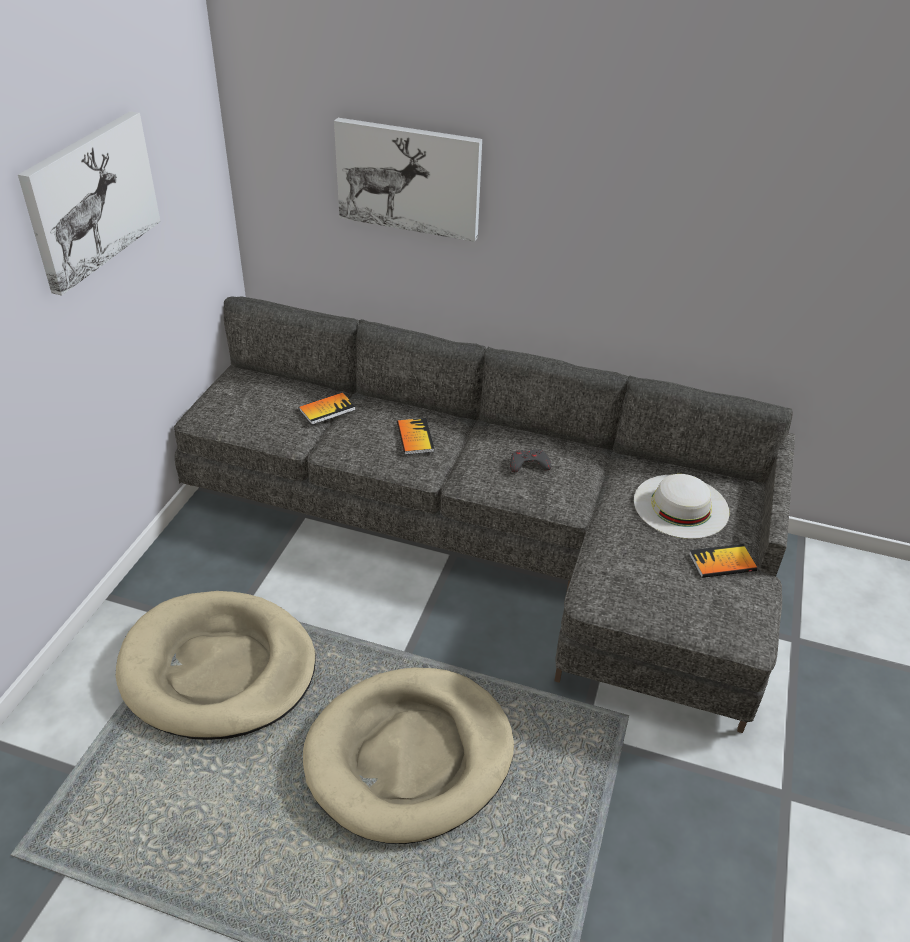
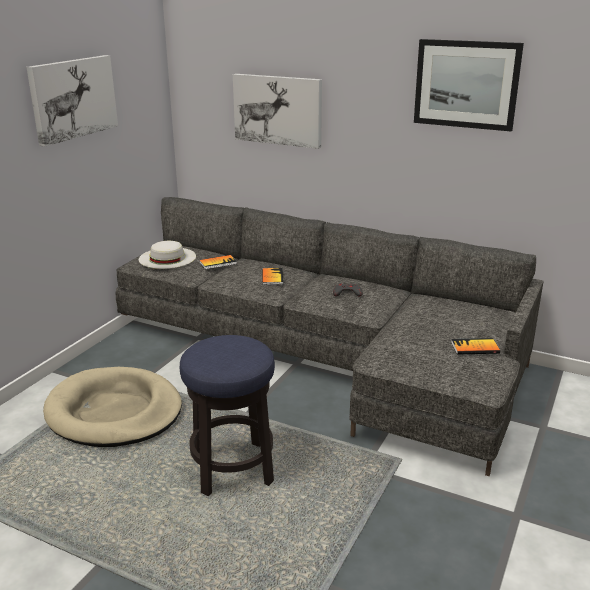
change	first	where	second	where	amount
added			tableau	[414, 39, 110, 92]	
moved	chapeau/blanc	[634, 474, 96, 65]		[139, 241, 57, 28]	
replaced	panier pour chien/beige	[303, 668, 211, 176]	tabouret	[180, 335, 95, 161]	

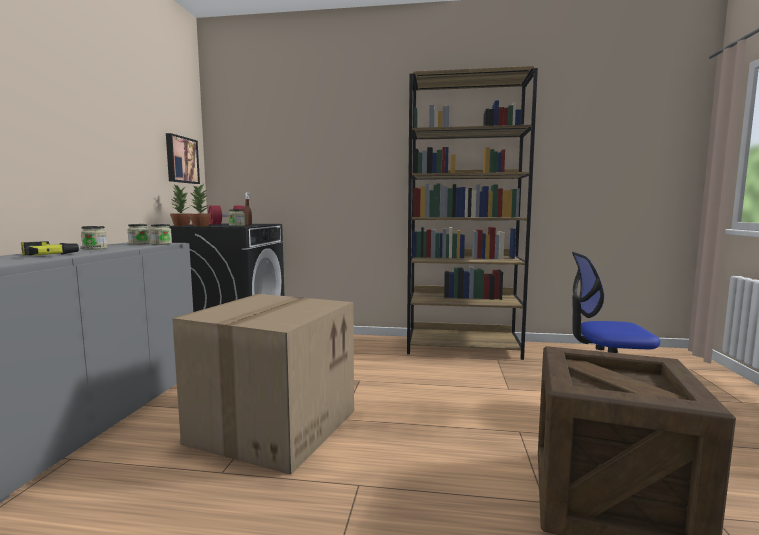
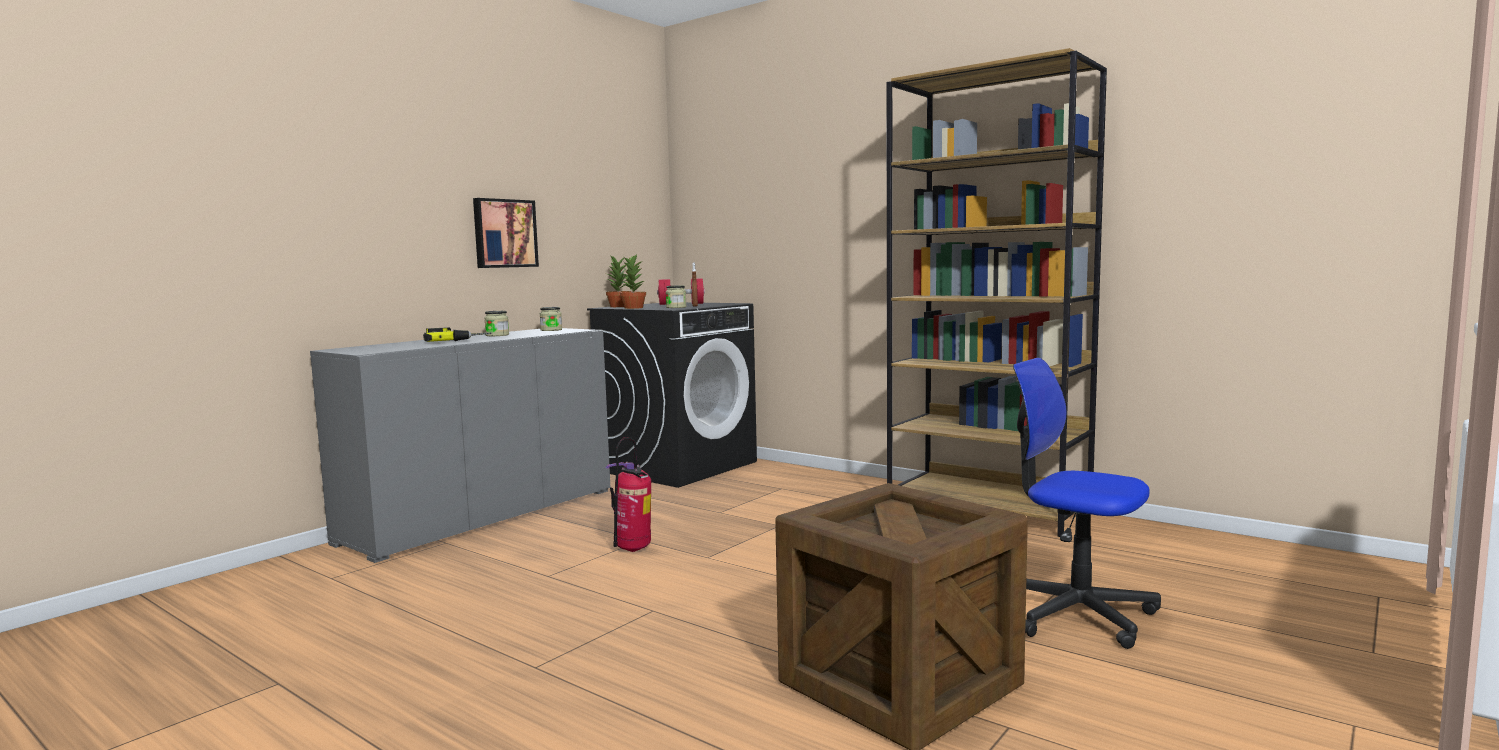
change	first	where	second	where	amount
removed	bocal	[150, 224, 22, 21]			
moved	tableau	[166, 133, 34, 51]		[473, 198, 66, 70]	
replaced	carton	[172, 294, 182, 181]	extincteur	[605, 437, 46, 115]	

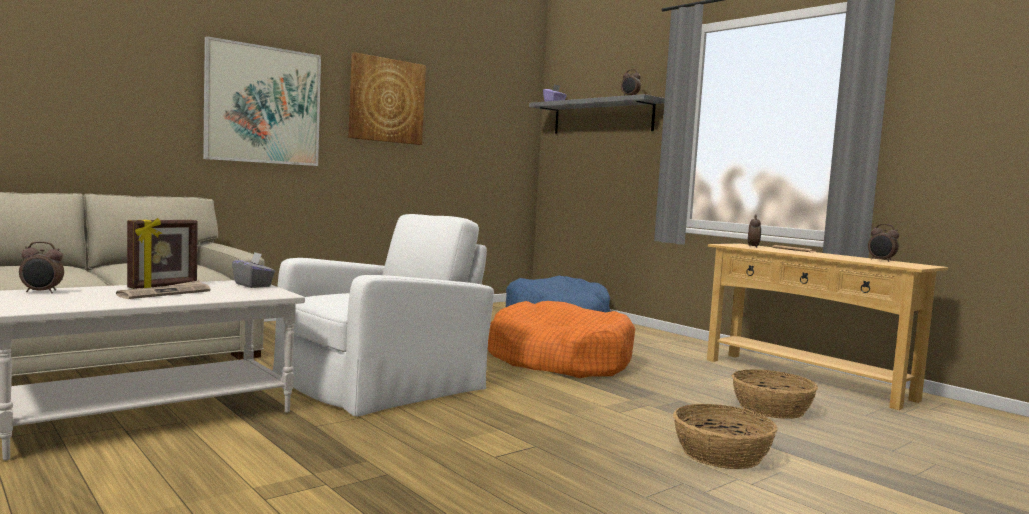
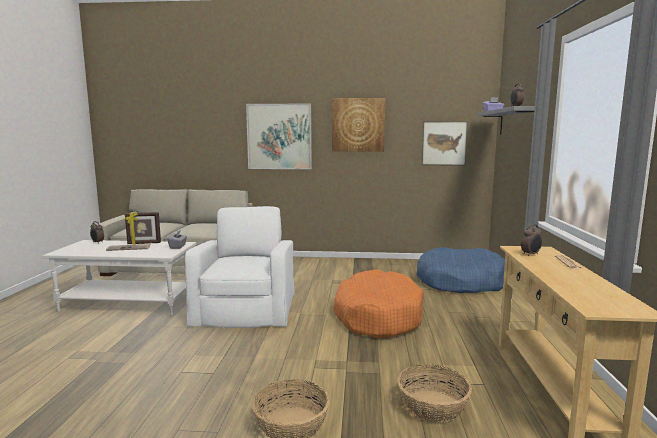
change	first	where	second	where	amount
removed	réveil	[868, 224, 31, 38]			
added			tableau	[421, 121, 47, 45]	
turned	fauteuil/blanc	[273, 214, 221, 202]		[185, 206, 110, 122]	90 degrees counterclockwise

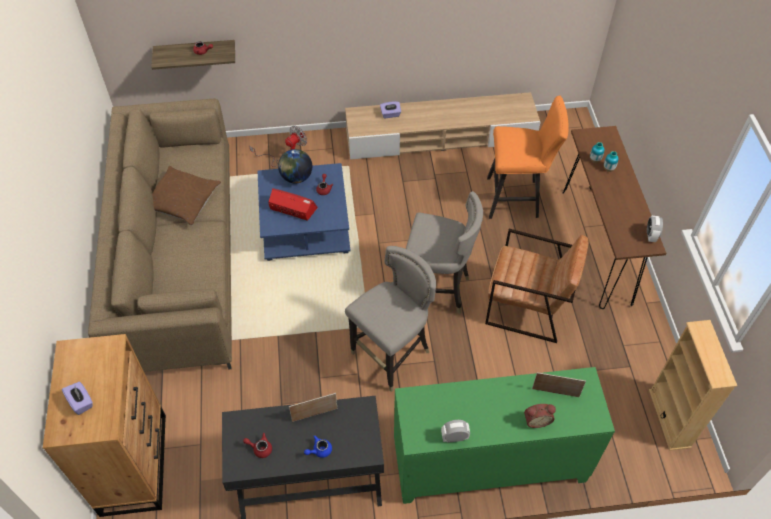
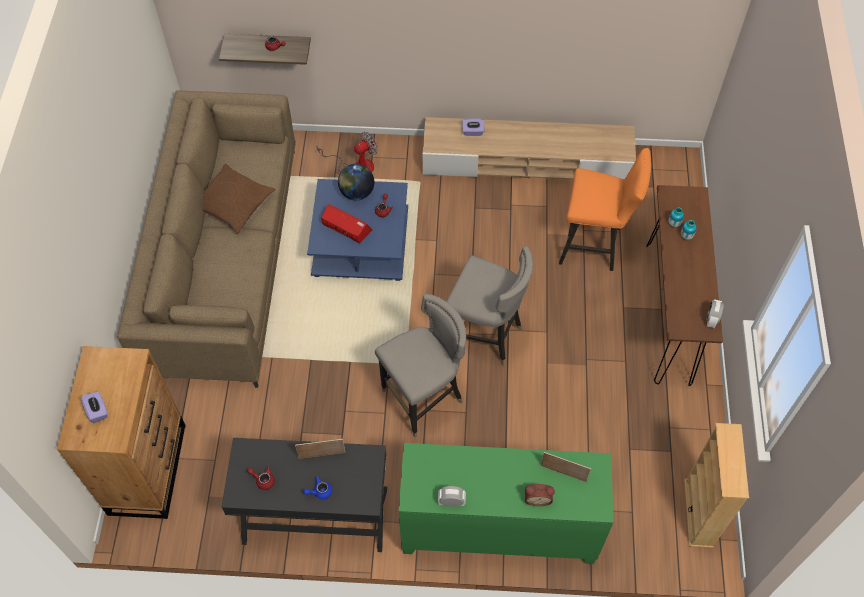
change	first	where	second	where	amount
removed	fauteuil/marron	[485, 229, 104, 114]			

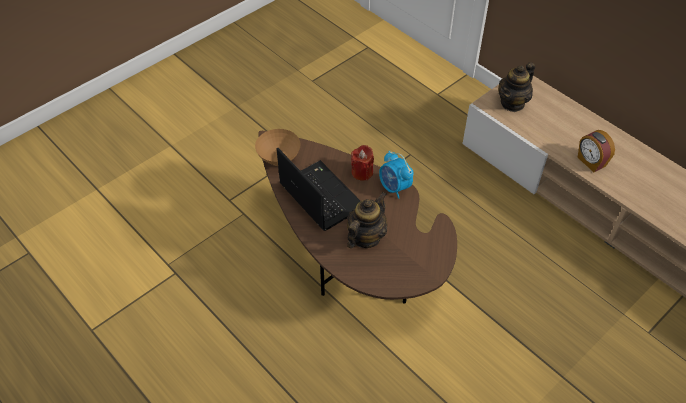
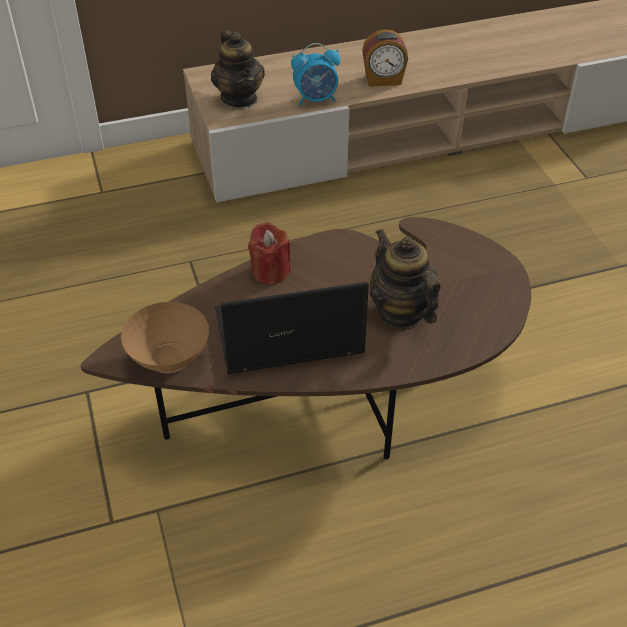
change	first	where	second	where	amount
moved	réveil	[379, 151, 35, 47]		[291, 43, 49, 63]	

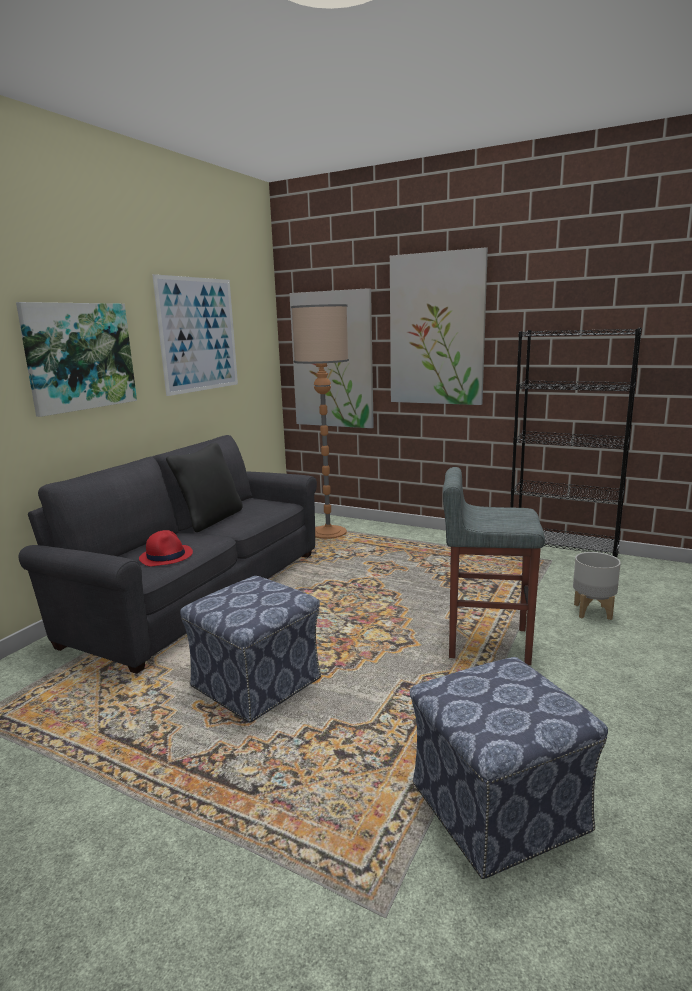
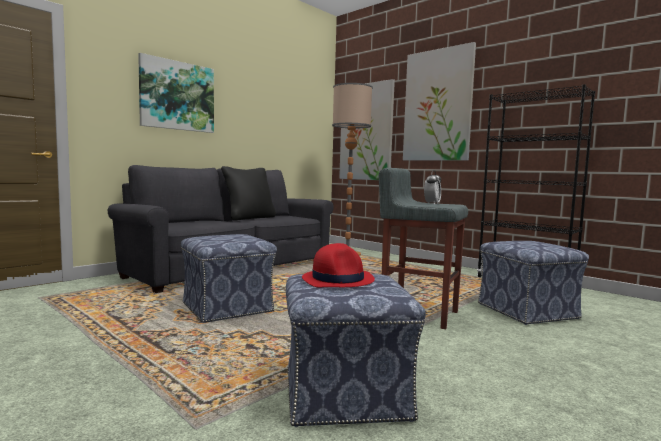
change	first	where	second	where	amount
removed	tableau	[152, 274, 86, 122]			
added			réveil	[424, 170, 17, 35]	
moved	chapeau/rouge	[139, 530, 54, 36]		[302, 243, 73, 44]	
replaced	cache-pot/gris	[573, 552, 48, 68]	pouf	[478, 241, 111, 84]	

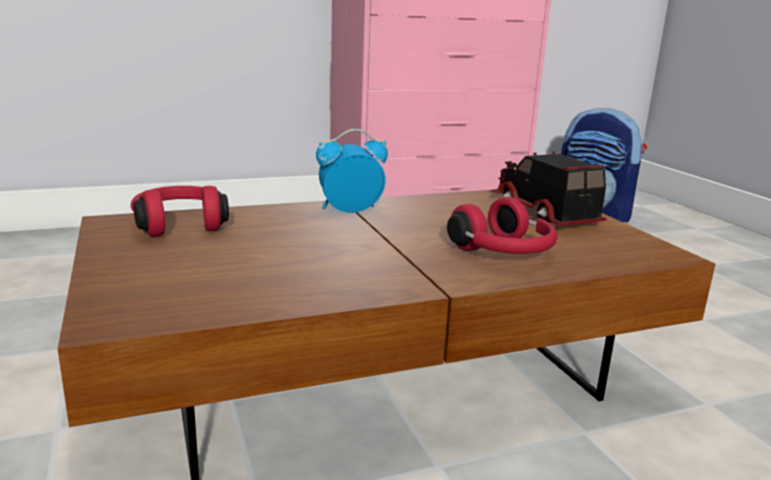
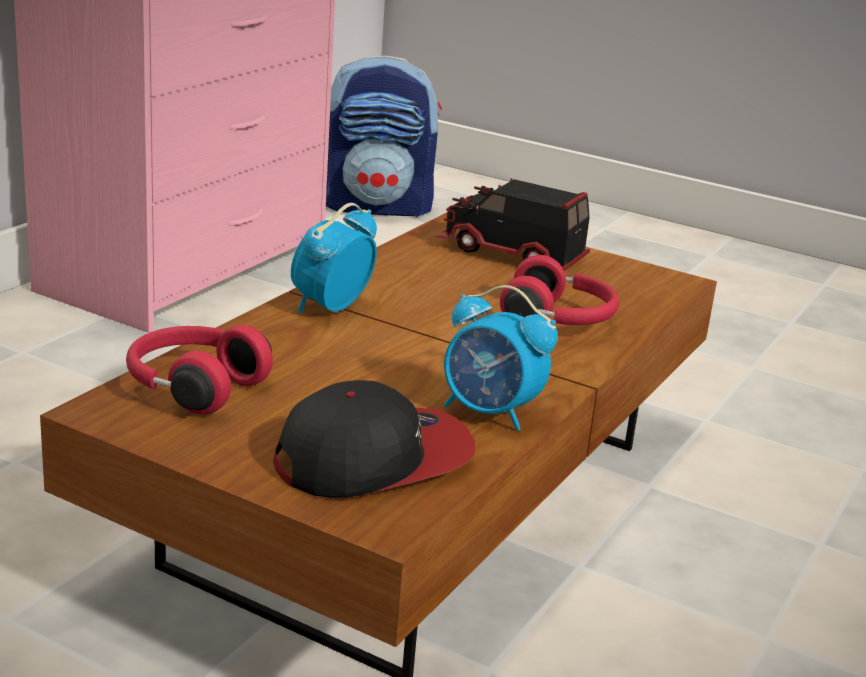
change	first	where	second	where	amount
added			casquette	[273, 380, 202, 118]	
added			réveil	[444, 285, 114, 146]	

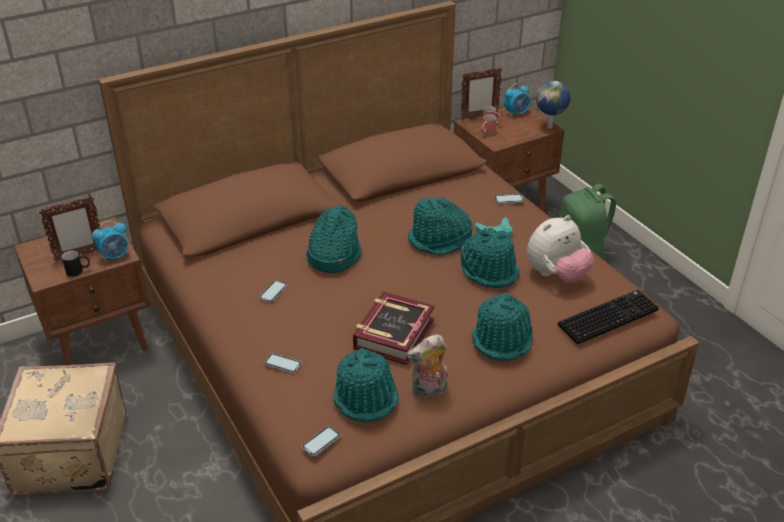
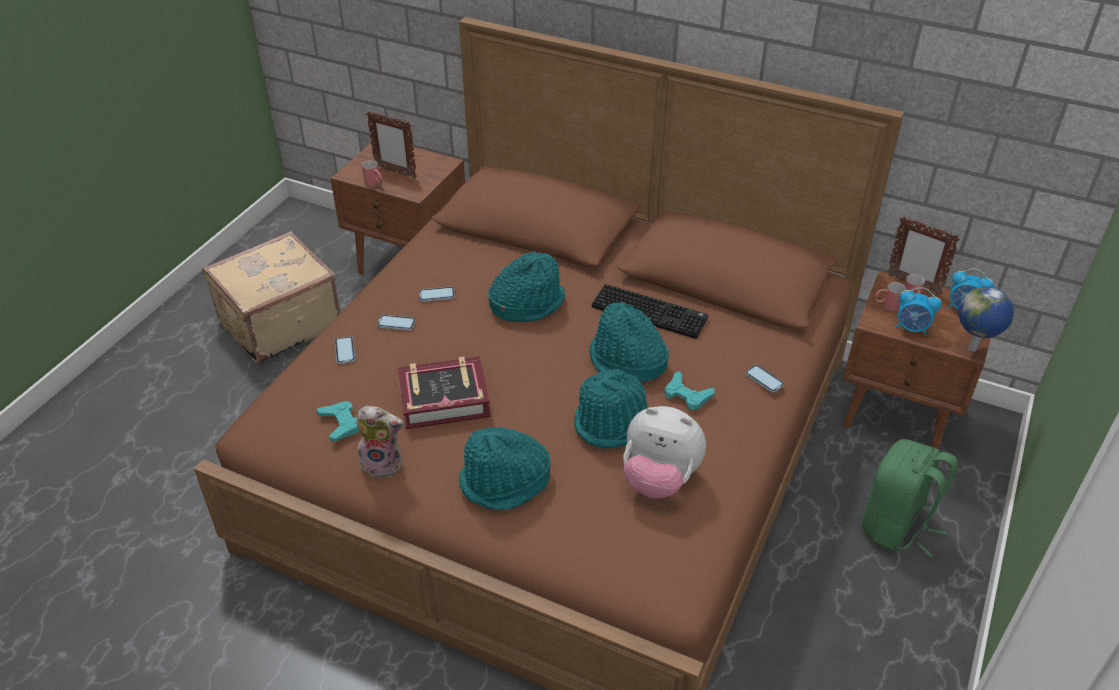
change	first	where	second	where	amount
moved	réveil	[92, 221, 37, 43]		[895, 287, 47, 49]	
moved	téléphone	[302, 426, 39, 31]		[377, 315, 39, 16]	
moved	clavier	[558, 290, 101, 54]		[592, 284, 116, 55]	
replaced	chapeau/turquoise	[333, 348, 66, 74]	manette/turquoise	[316, 401, 43, 40]	
recoloured	mug/noir	[62, 251, 28, 26]	mug/rouge	[362, 160, 21, 26]	
turned	peluche	[407, 334, 41, 65]		[356, 406, 48, 72]	150 degrees clockwise

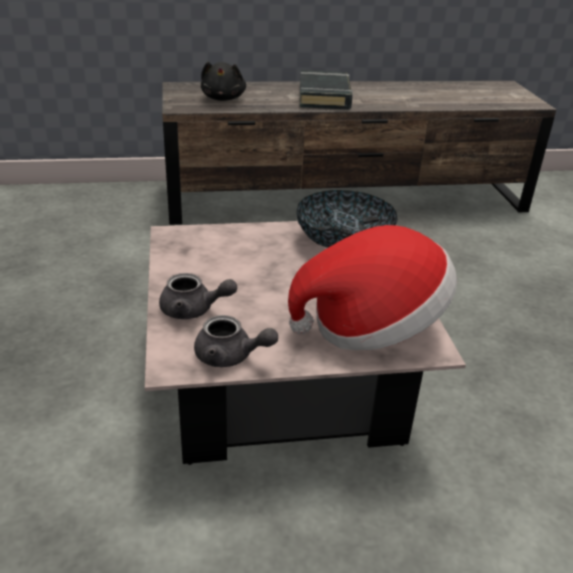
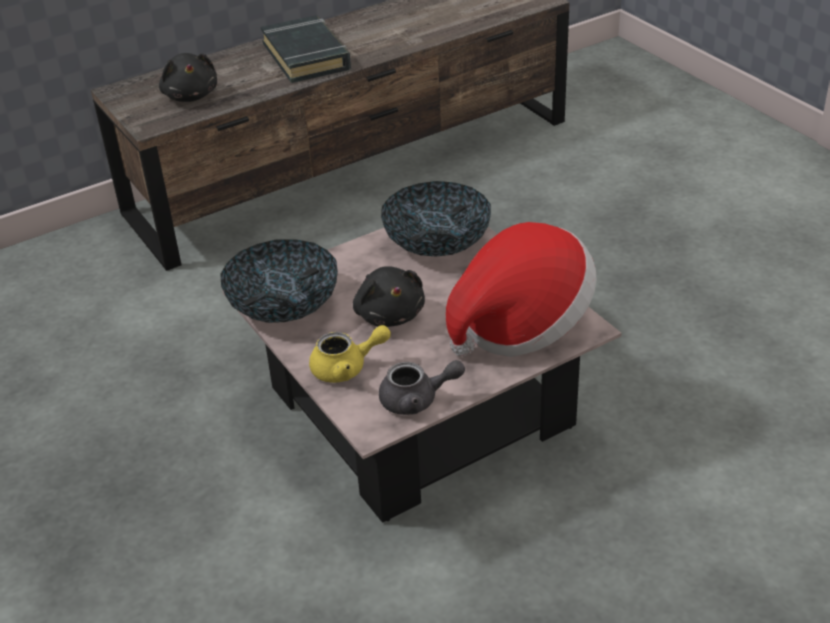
change	first	where	second	where	amount
added			bol	[220, 239, 118, 84]	
added			peluche/noir	[353, 266, 72, 61]	
recoloured	théière/gris	[159, 273, 78, 46]	théière/jaune	[309, 325, 82, 58]	

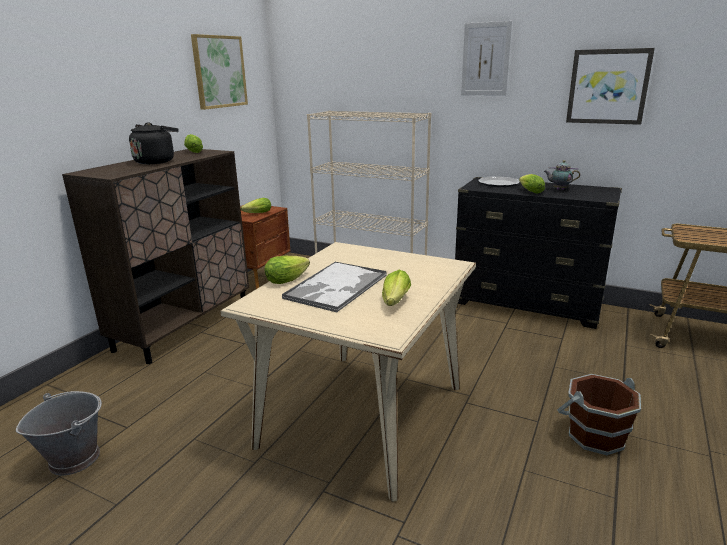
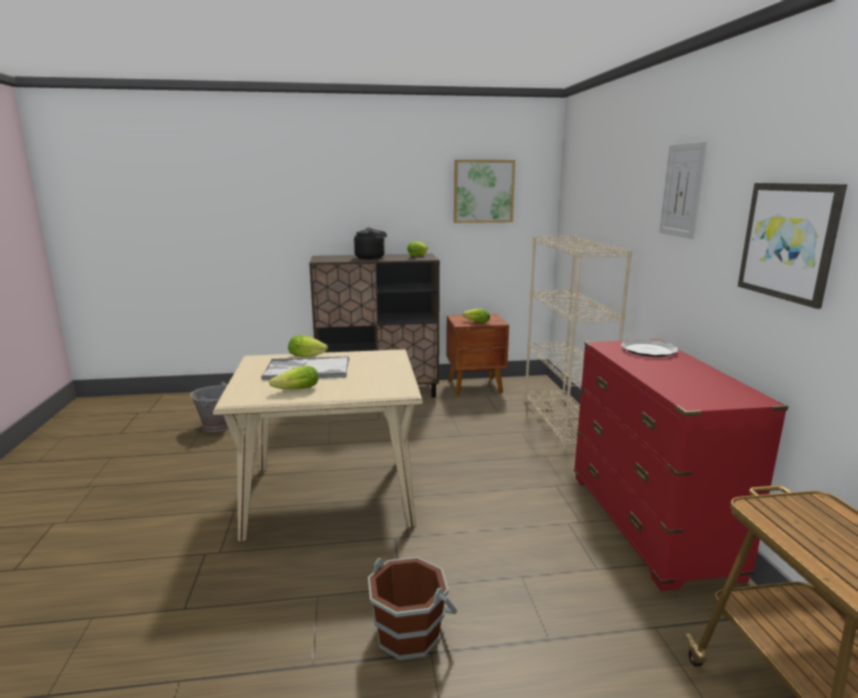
change	first	where	second	where	amount
removed	laitue	[519, 174, 26, 20]			
removed	théière	[543, 160, 37, 30]			
recoloured	commode/noir	[455, 177, 167, 152]	commode/rouge	[574, 339, 214, 252]	

